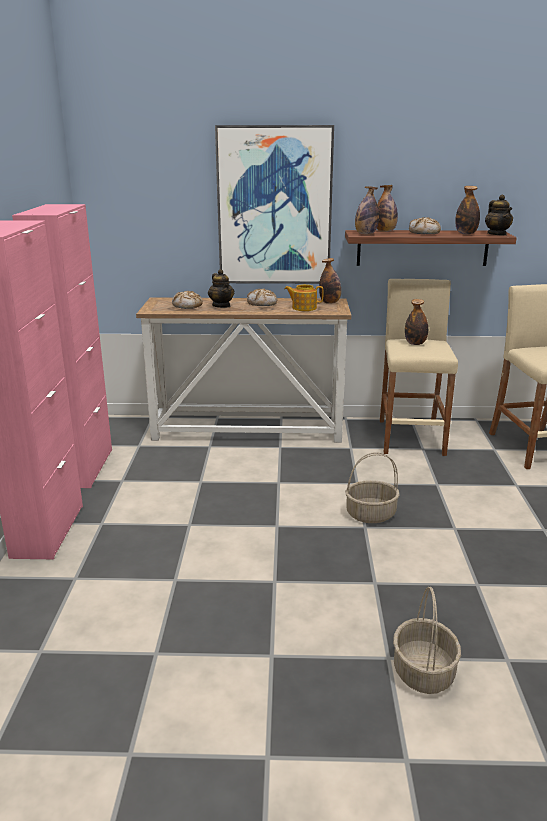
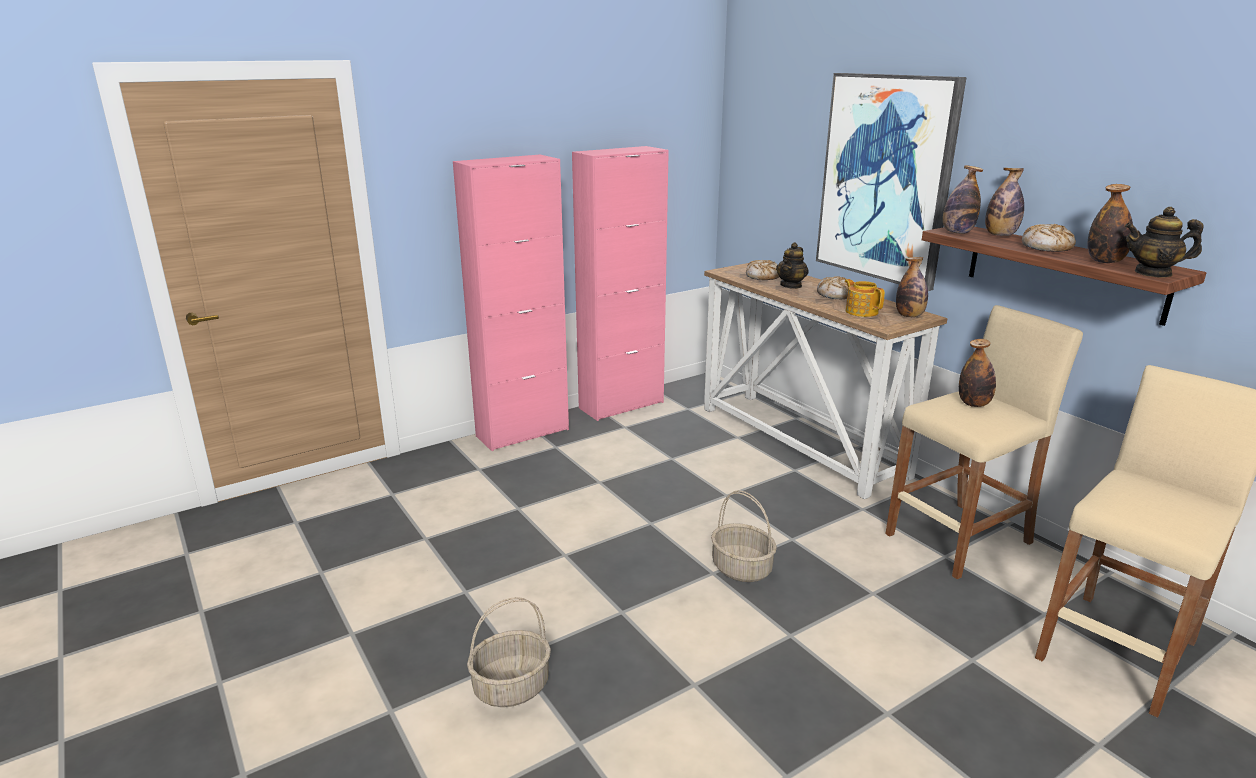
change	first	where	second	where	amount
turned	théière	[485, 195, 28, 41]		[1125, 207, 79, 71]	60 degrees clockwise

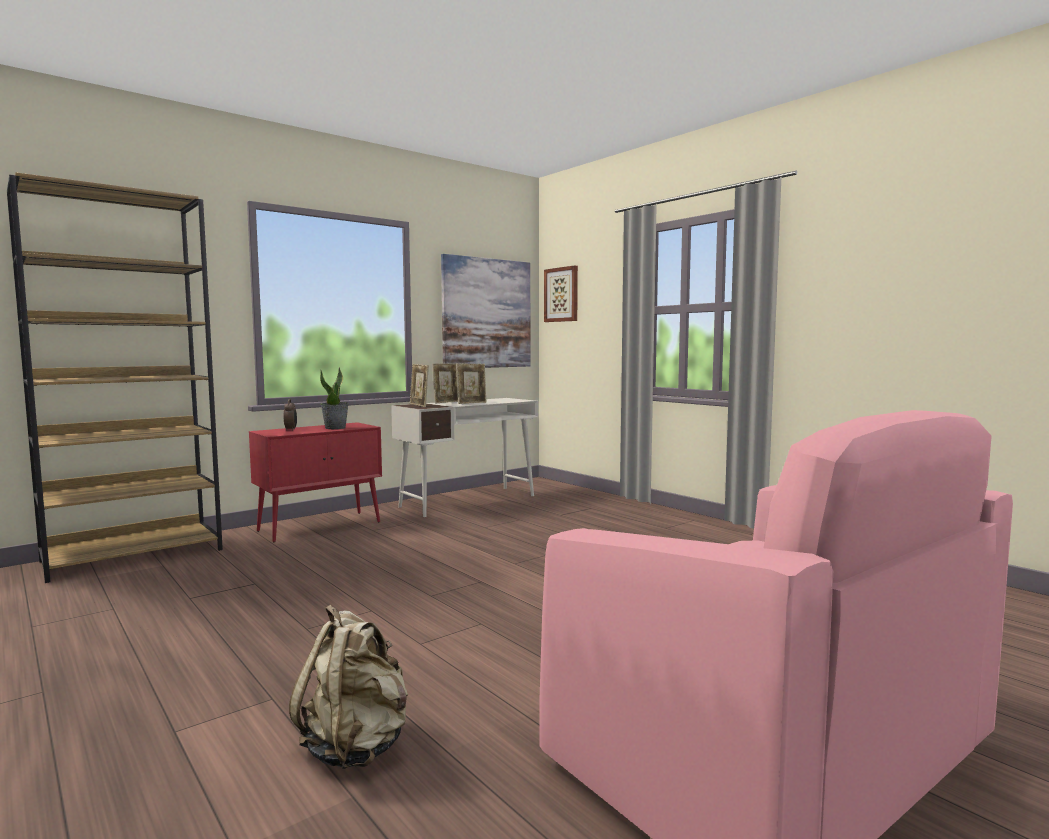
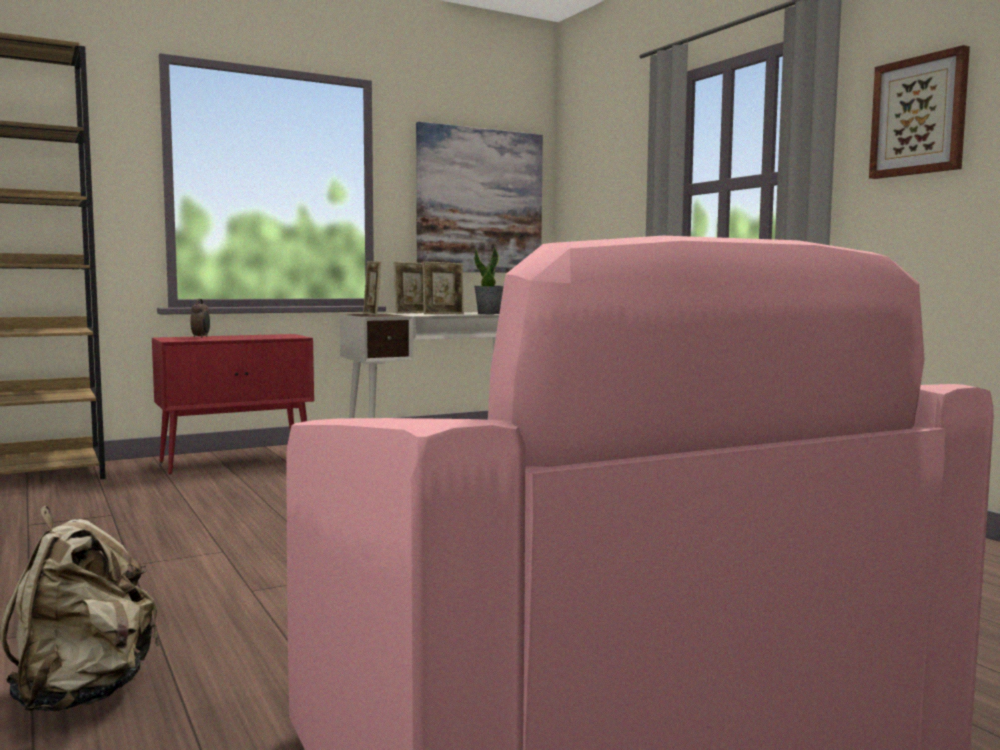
change	first	where	second	where	amount
moved	plante en pot	[320, 367, 29, 62]		[474, 246, 30, 68]	
moved	tableau	[544, 265, 34, 57]		[869, 45, 101, 134]	

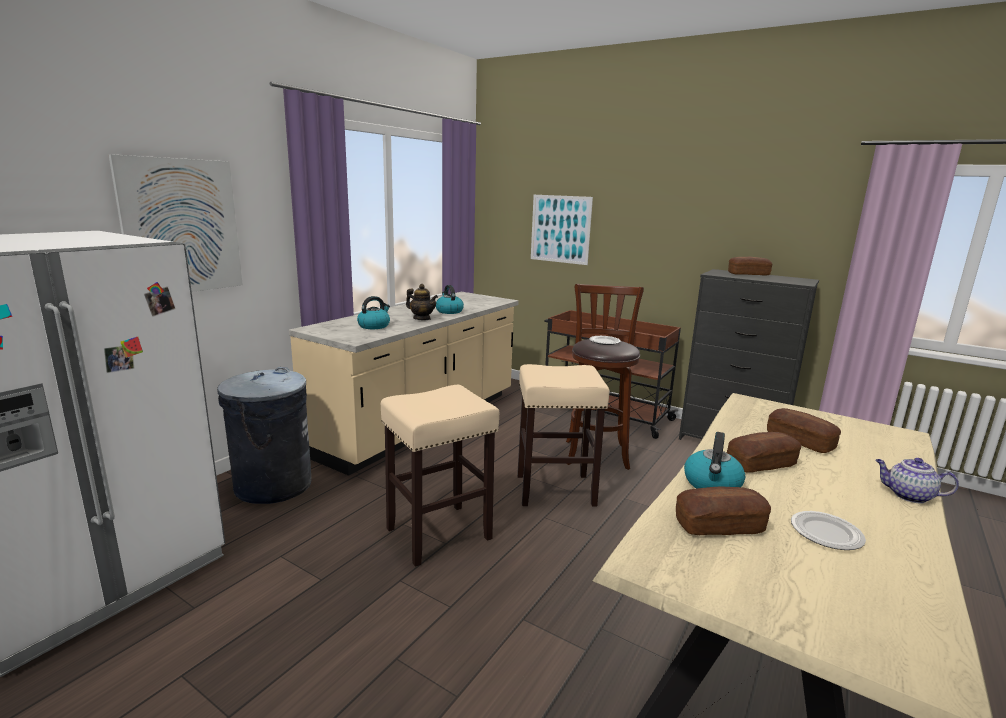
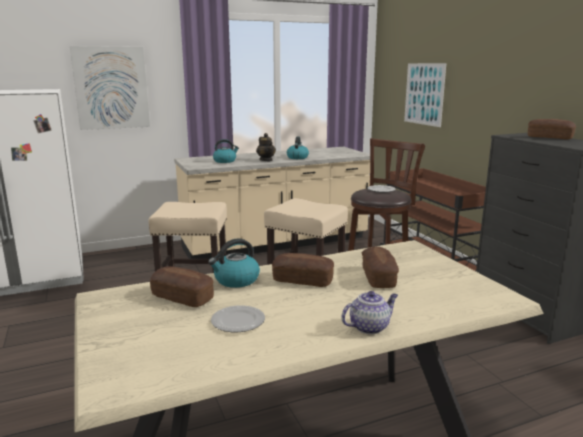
change	first	where	second	where	amount
removed	poubelle/gris	[217, 367, 94, 137]			
turned	théière	[875, 458, 84, 46]		[341, 291, 57, 43]	90 degrees clockwise

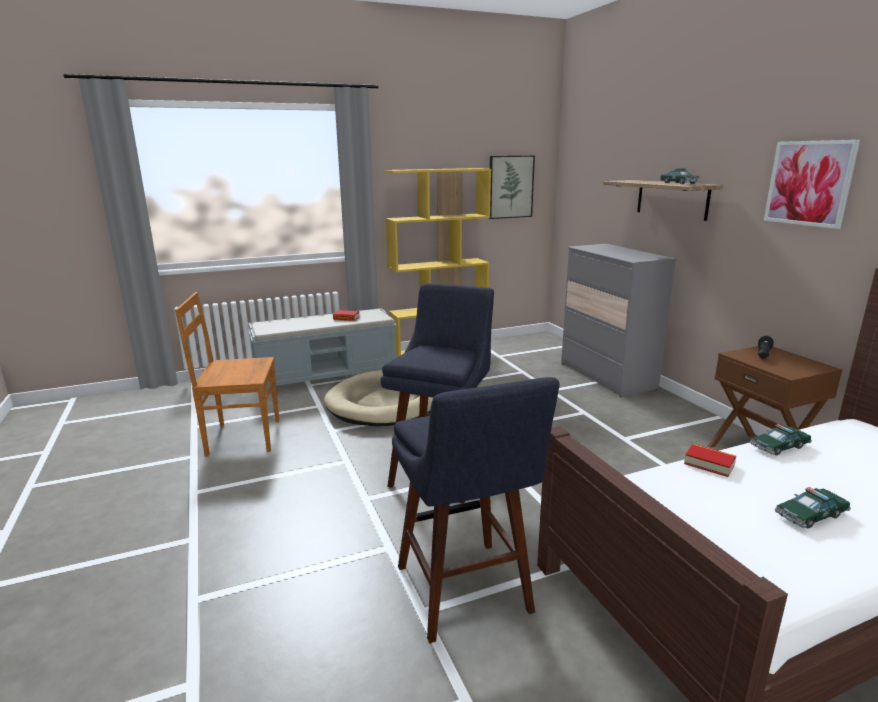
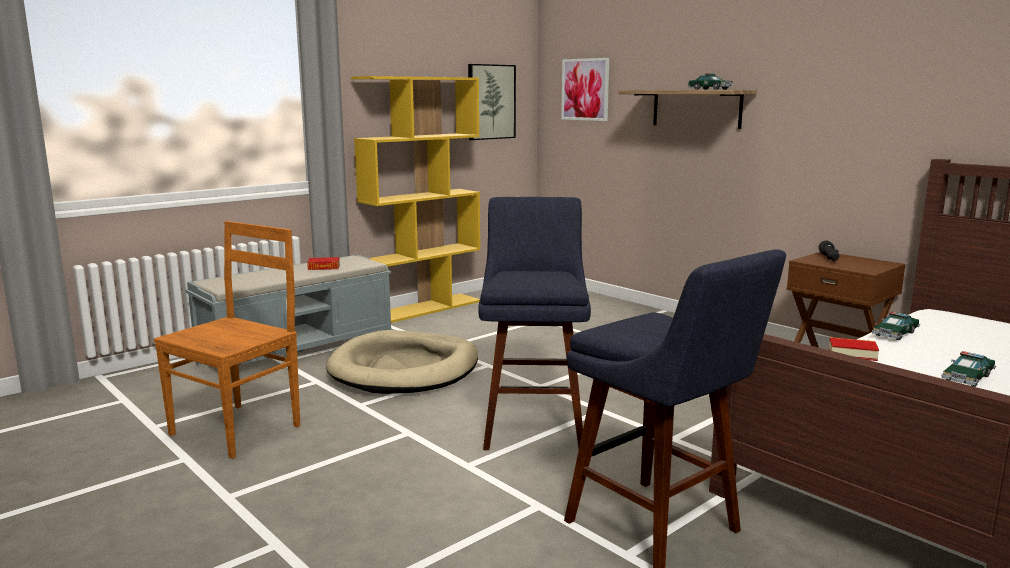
change	first	where	second	where	amount
removed	commode/gris	[561, 244, 115, 153]			
moved	tableau	[764, 140, 96, 89]		[561, 58, 49, 63]	
turned	chaise/marron	[175, 292, 104, 165]		[153, 221, 147, 238]	150 degrees clockwise

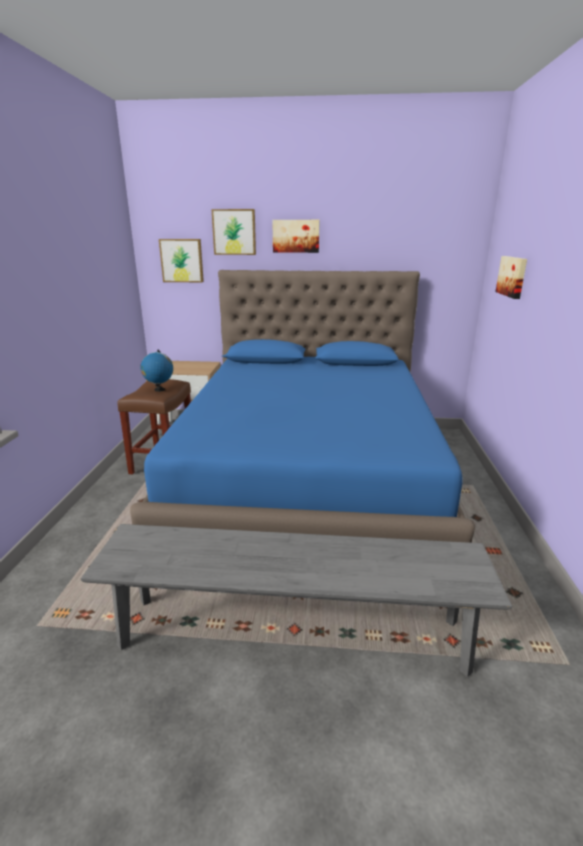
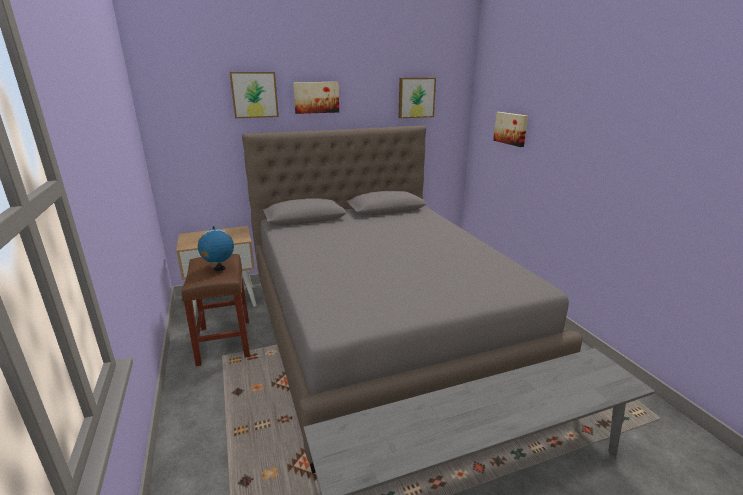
change	first	where	second	where	amount
moved	tableau	[159, 239, 45, 43]		[399, 78, 37, 40]	
recoloured	lit/bleu	[130, 270, 345, 273]	lit/gris	[242, 125, 341, 349]	

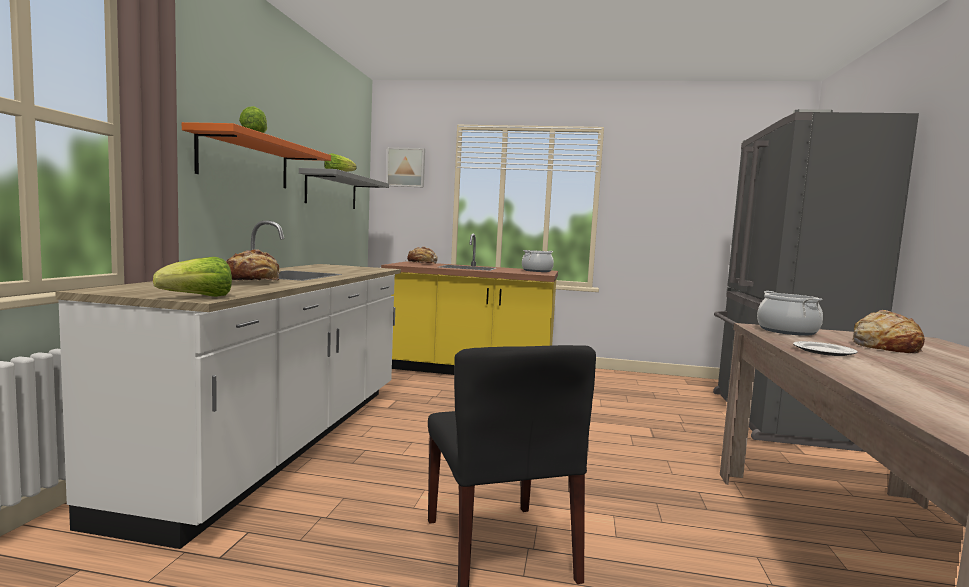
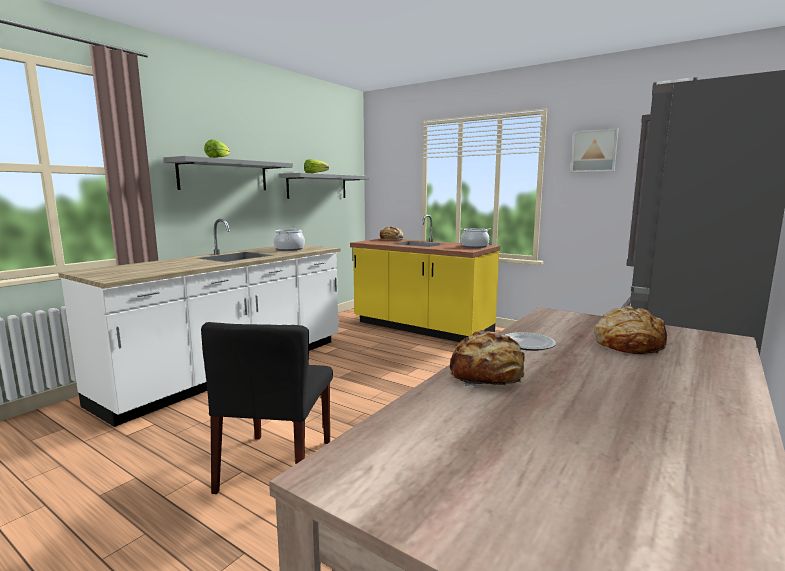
change	first	where	second	where	amount
removed	laitue	[153, 257, 79, 40]			
moved	pain	[226, 249, 54, 32]		[450, 330, 75, 58]	
moved	tableau	[386, 147, 39, 40]		[571, 128, 48, 44]	
moved	marmite	[757, 291, 66, 45]		[273, 228, 32, 23]	
recoloured	étagère/orange	[182, 122, 149, 66]	étagère/gris	[164, 156, 129, 34]	

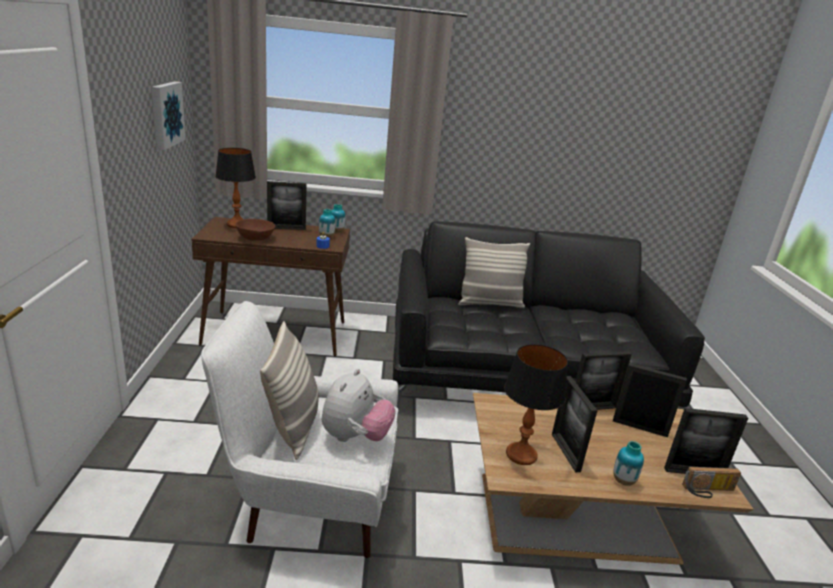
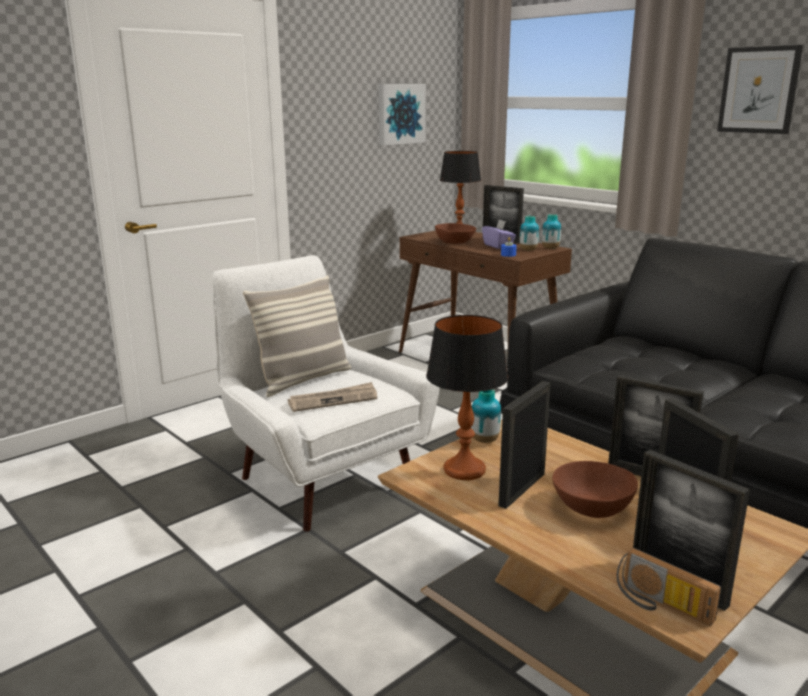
change	first	where	second	where	amount
removed	coussin	[458, 237, 72, 71]			
added			boîte à mouchoirs/violet	[482, 220, 34, 29]	
added			bol/marron	[552, 461, 86, 57]	
added			tableau	[717, 45, 86, 89]	
moved	vase	[613, 441, 31, 45]		[471, 389, 30, 54]	
replaced	peluche	[322, 369, 74, 73]	journal	[288, 382, 89, 30]	

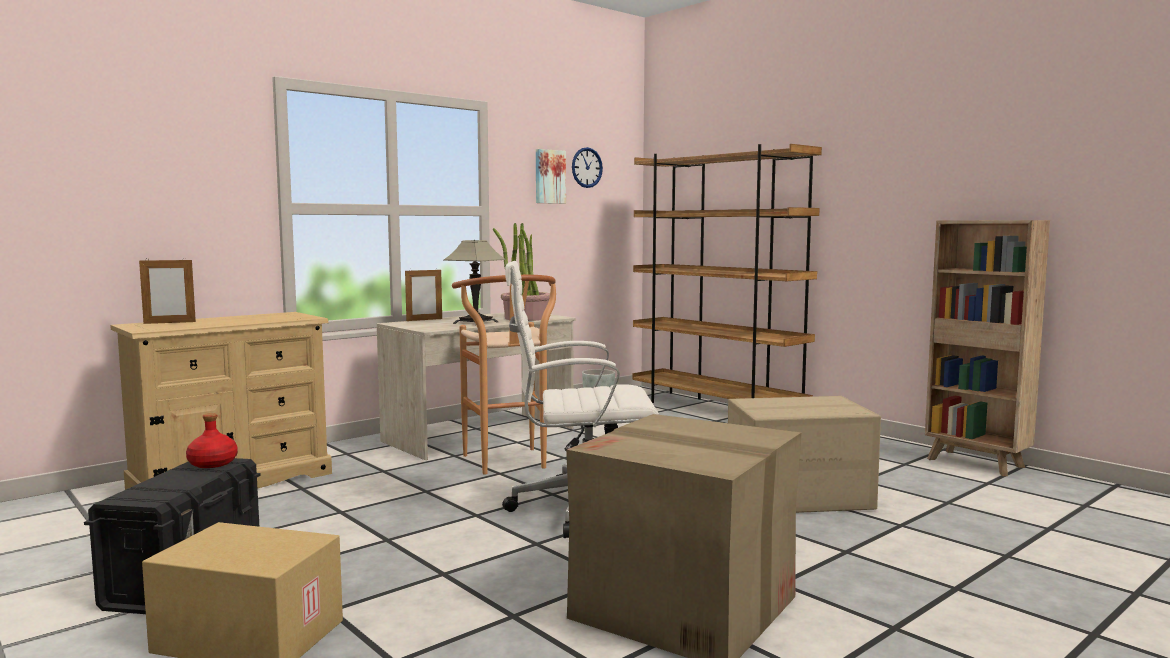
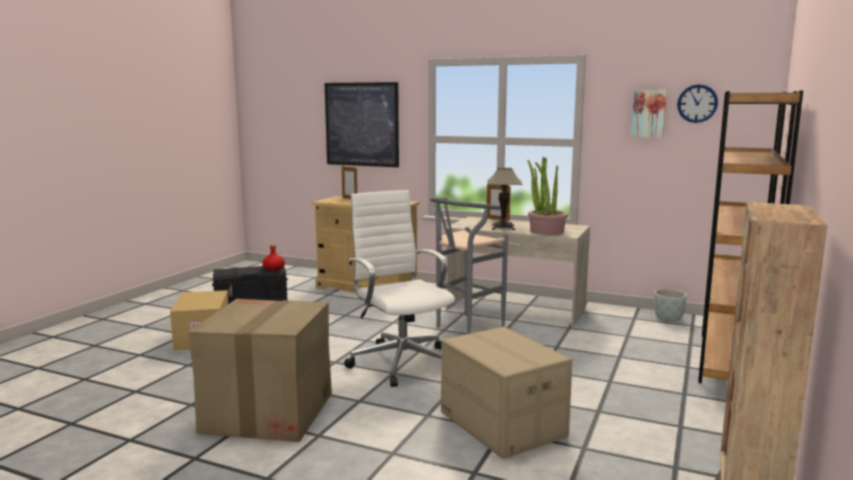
change	first	where	second	where	amount
added			tableau	[325, 82, 74, 85]	
recoloured	tabouret/marron	[452, 275, 104, 199]	tabouret/gris	[430, 197, 78, 137]	

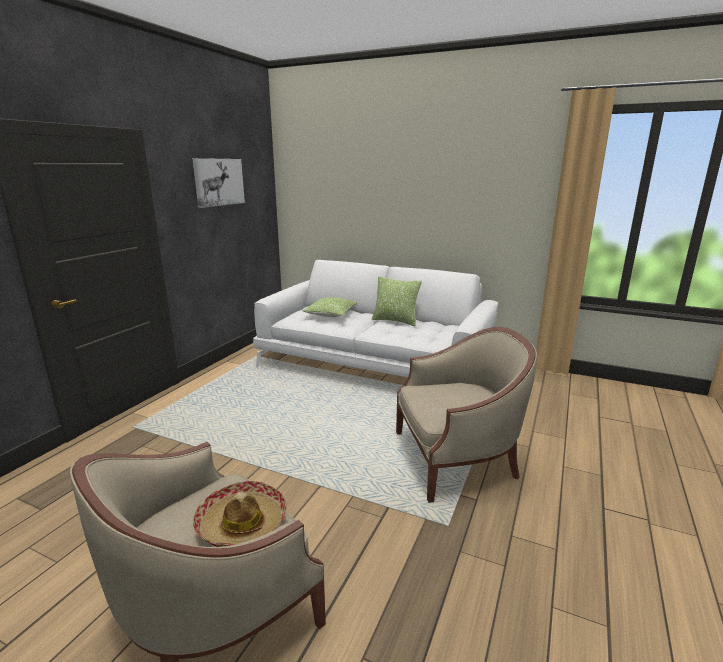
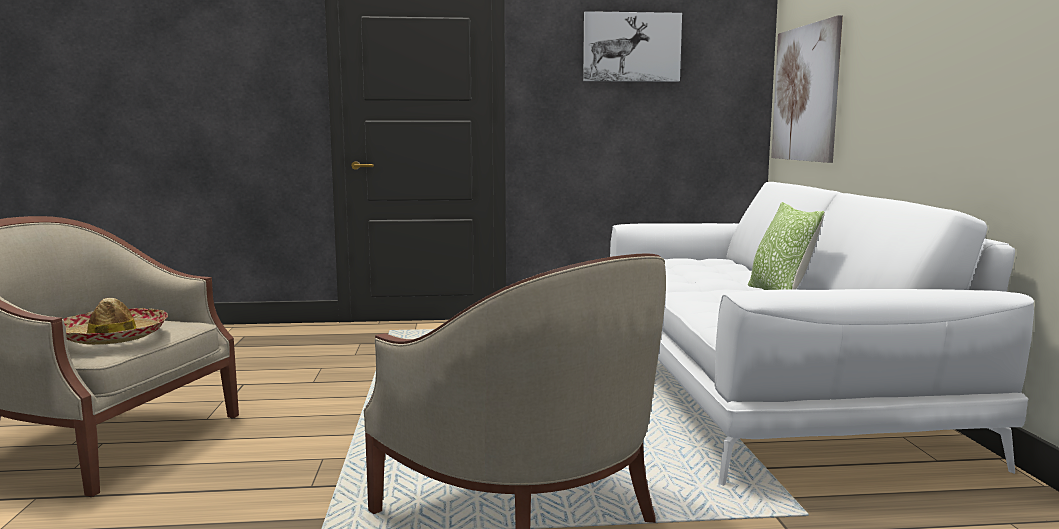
change	first	where	second	where	amount
removed	coussin	[302, 297, 55, 20]			
added			tableau	[771, 15, 72, 148]	

